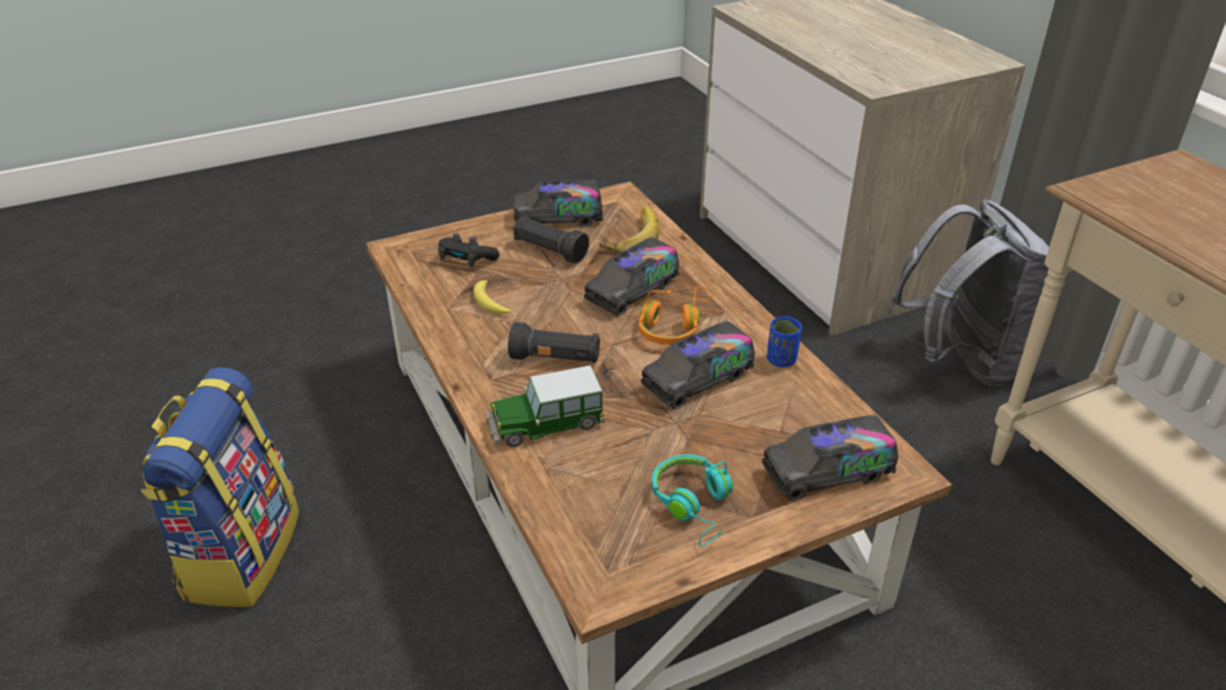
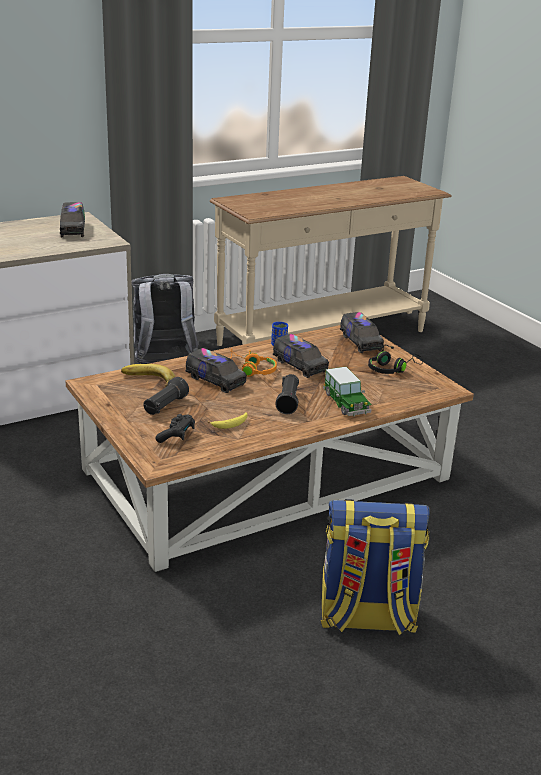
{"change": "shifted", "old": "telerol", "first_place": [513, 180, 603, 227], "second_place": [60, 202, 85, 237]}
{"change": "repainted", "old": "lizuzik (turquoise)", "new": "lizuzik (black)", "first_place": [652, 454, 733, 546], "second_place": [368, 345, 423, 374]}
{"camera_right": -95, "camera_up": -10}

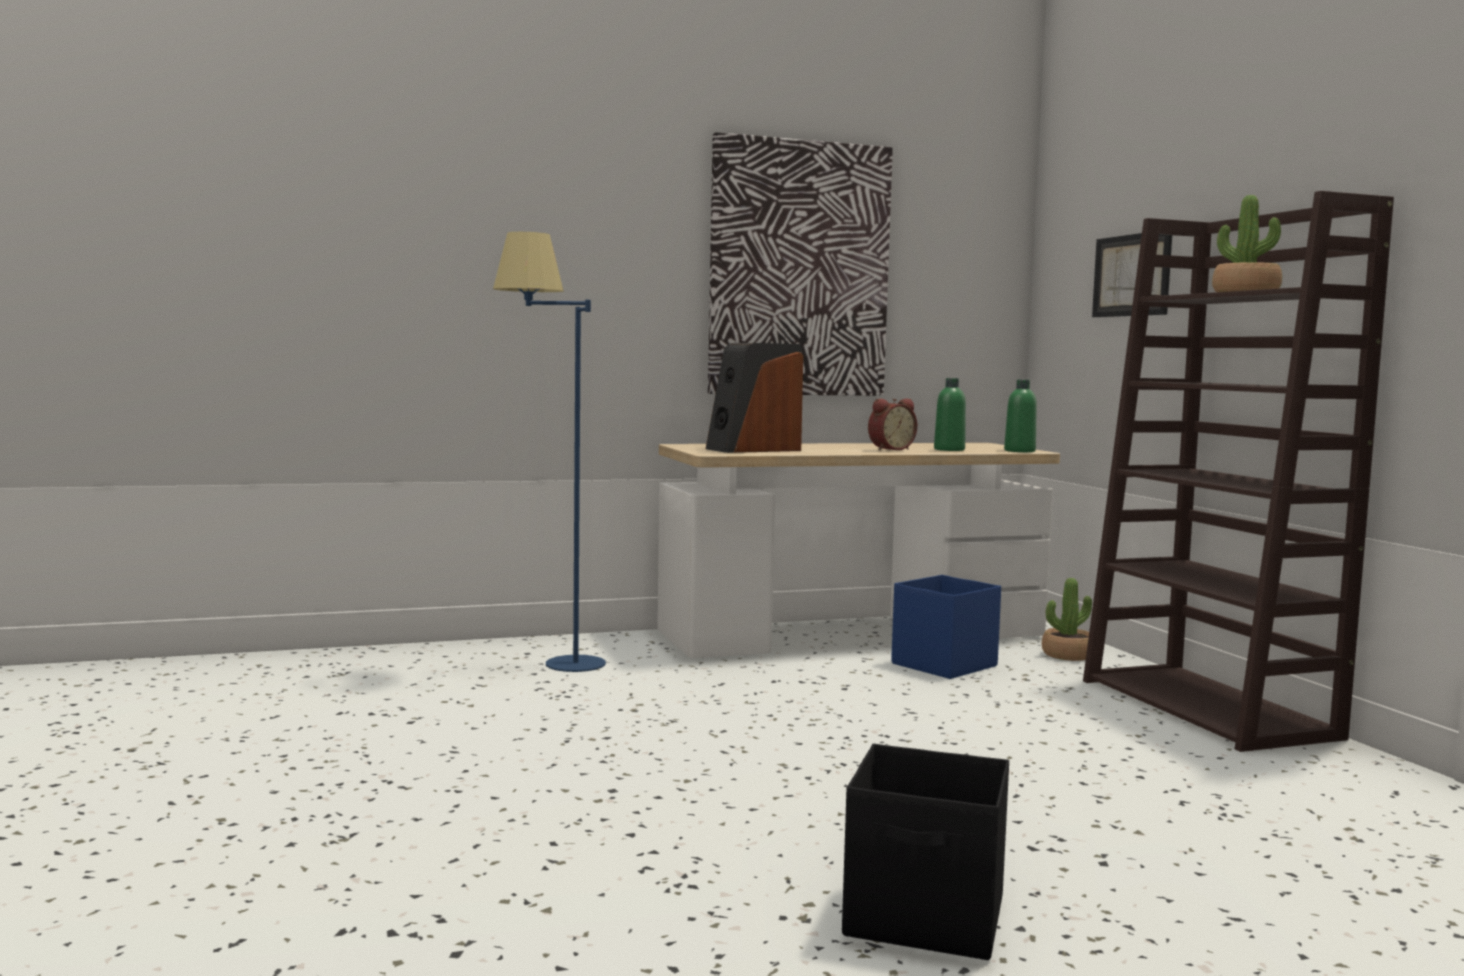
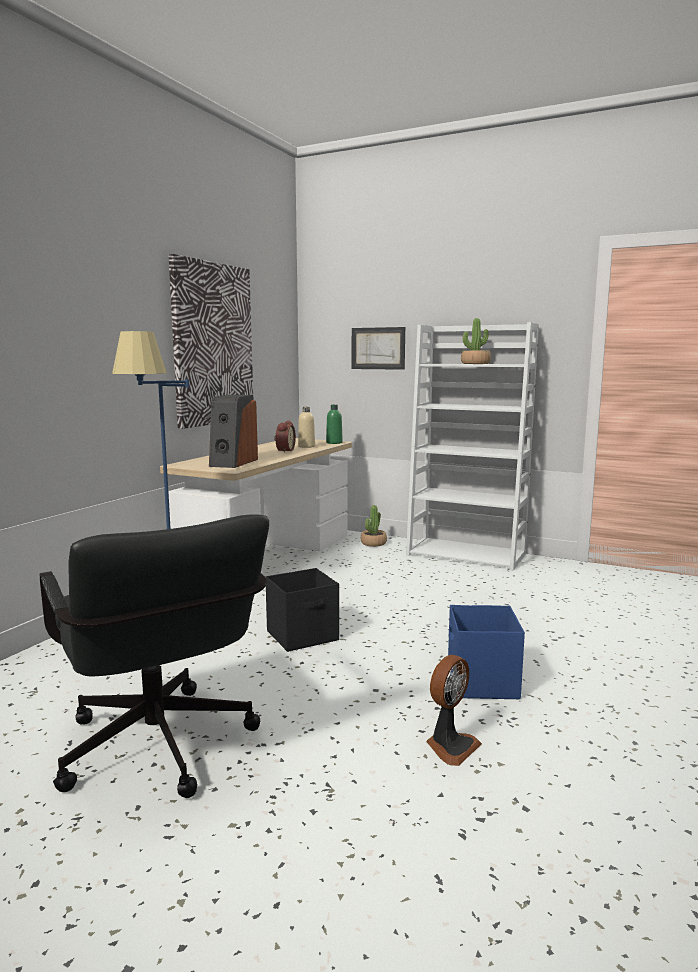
{"change": "new", "new": "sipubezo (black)", "second_place": [40, 514, 269, 798]}
{"change": "new", "new": "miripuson", "second_place": [426, 655, 482, 766]}
{"change": "shifted", "old": "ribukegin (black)", "first_place": [842, 744, 1009, 960], "second_place": [266, 568, 339, 652]}
{"change": "shifted", "old": "ribukegin (blue)", "first_place": [891, 575, 1001, 679], "second_place": [448, 605, 525, 699]}
{"change": "repainted", "old": "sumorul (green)", "new": "sumorul (beige)", "first_place": [934, 378, 966, 451], "second_place": [298, 407, 315, 448]}
{"change": "repainted", "old": "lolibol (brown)", "new": "lolibol (white)", "first_place": [1083, 191, 1394, 752], "second_place": [406, 322, 539, 571]}
{"camera_right": -45, "camera_up": 5}

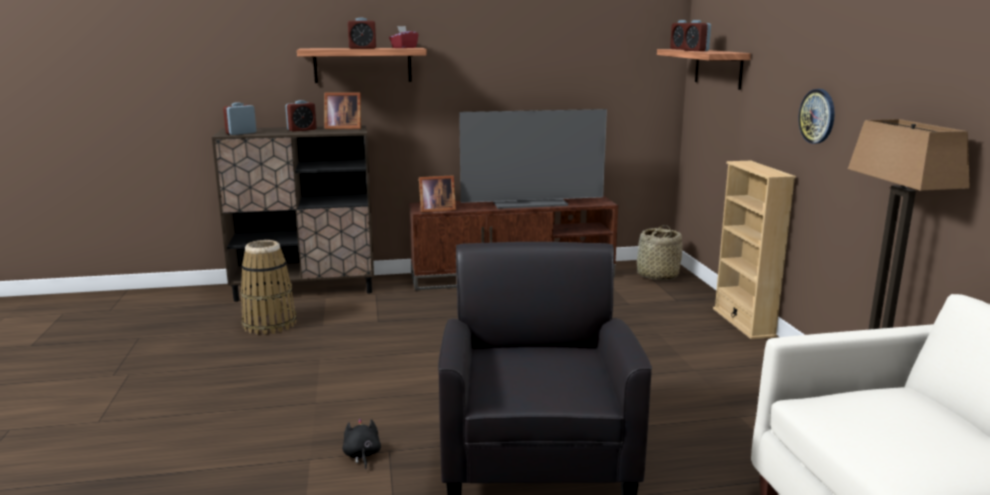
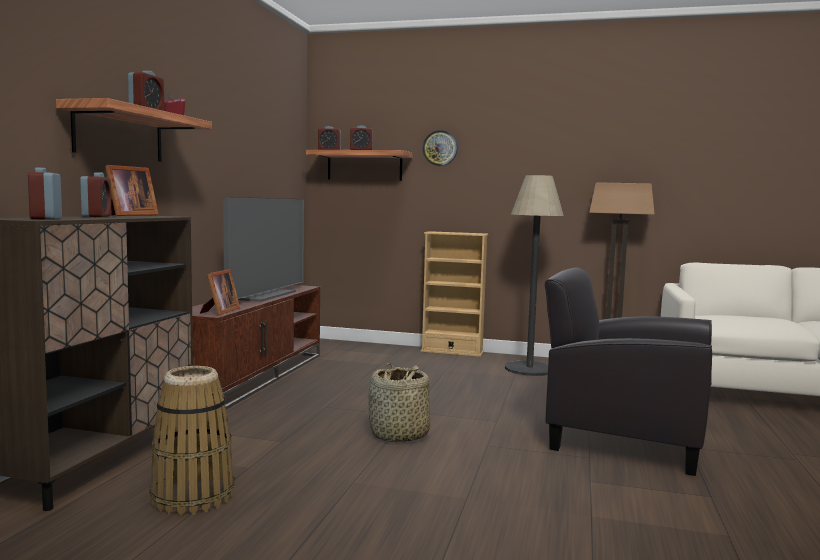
{"change": "gone", "old": "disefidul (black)", "first_place": [342, 419, 381, 469]}
{"change": "new", "new": "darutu", "second_place": [505, 175, 564, 376]}
{"change": "shifted", "old": "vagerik", "first_place": [637, 225, 682, 280], "second_place": [369, 363, 430, 442]}
{"change": "shifted", "old": "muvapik", "first_place": [798, 89, 835, 144], "second_place": [422, 130, 458, 166]}
{"camera_right": -65, "camera_up": -10}

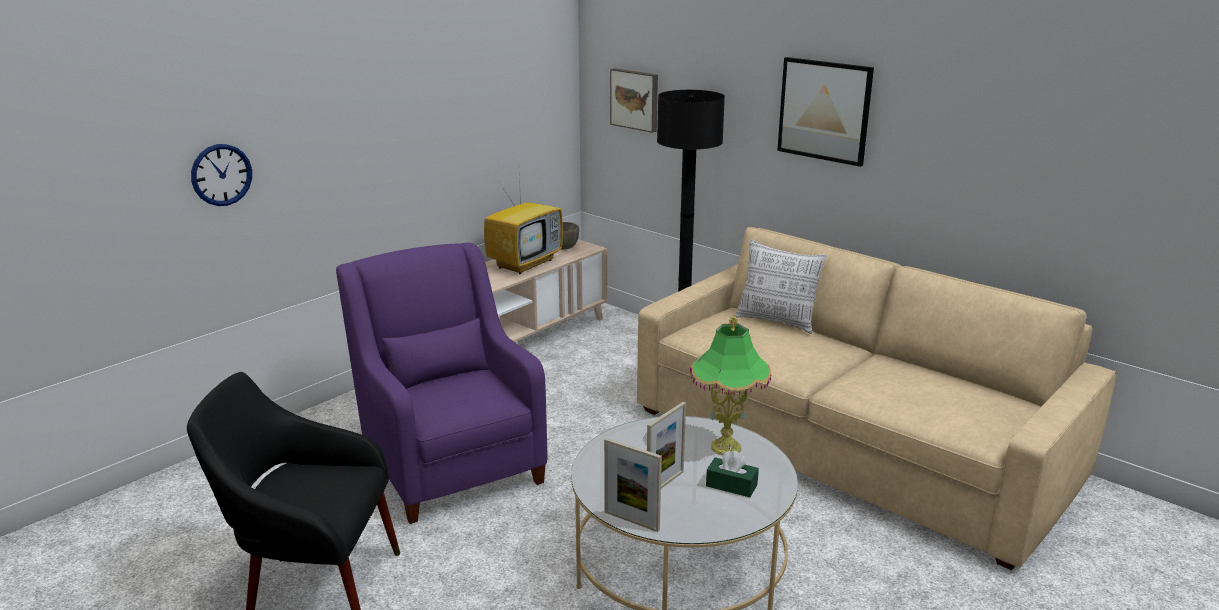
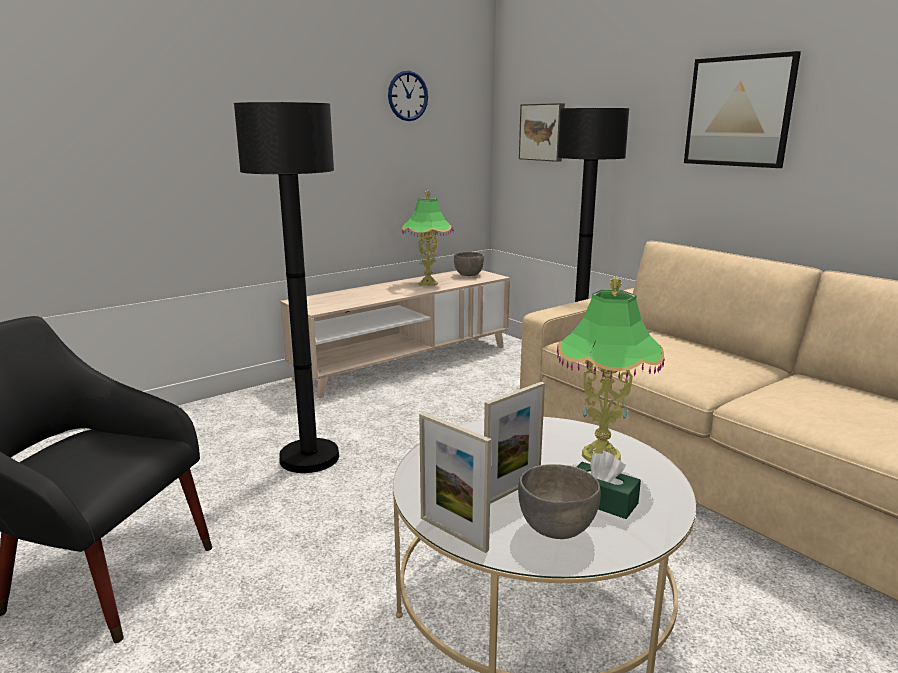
{"change": "gone", "old": "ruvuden", "first_place": [735, 240, 826, 334]}
{"change": "new", "new": "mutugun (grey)", "second_place": [518, 464, 601, 539]}
{"change": "shifted", "old": "muvapik", "first_place": [191, 144, 252, 206], "second_place": [388, 70, 428, 121]}
{"change": "swapped", "old": "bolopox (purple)", "new": "darutu (black)", "first_place": [336, 243, 548, 524], "second_place": [234, 102, 339, 473]}
{"change": "swapped", "old": "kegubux", "new": "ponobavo", "first_place": [484, 173, 563, 274], "second_place": [402, 191, 454, 286]}
{"camera_right": 10, "camera_up": -5}

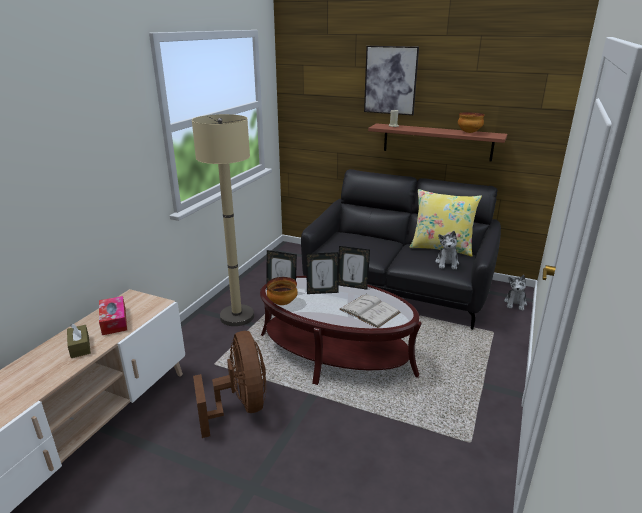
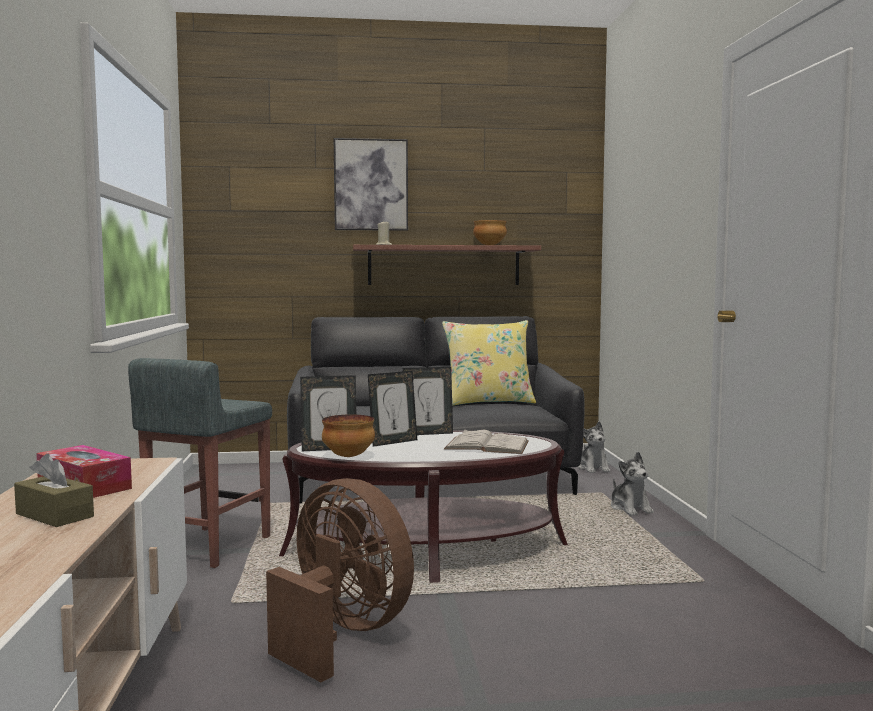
{"change": "shifted", "old": "disefidul", "first_place": [435, 231, 459, 269], "second_place": [611, 452, 654, 516]}
{"change": "swapped", "old": "darutu (beige)", "new": "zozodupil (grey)", "first_place": [192, 114, 254, 326], "second_place": [128, 358, 272, 568]}
{"camera_right": -30, "camera_up": -20}

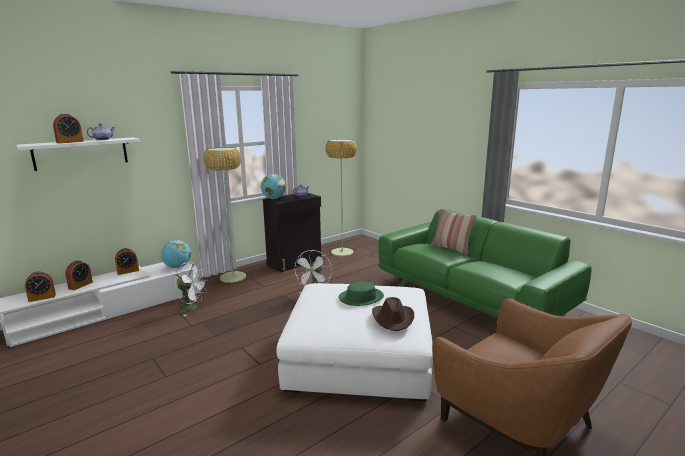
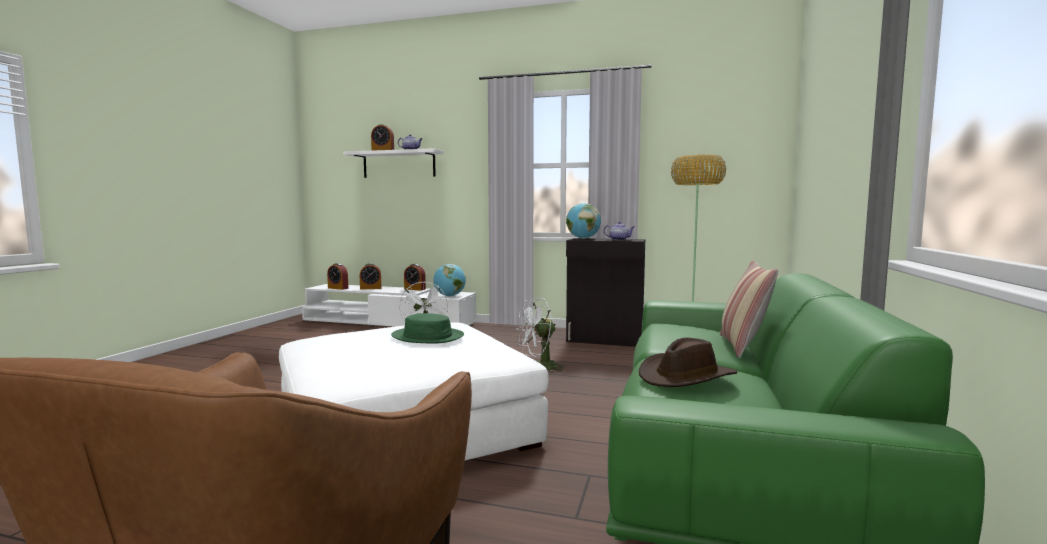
{"change": "gone", "old": "darutu", "first_place": [203, 147, 246, 283]}
{"change": "shifted", "old": "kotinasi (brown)", "first_place": [372, 297, 414, 331], "second_place": [639, 338, 737, 387]}
{"camera_right": 55, "camera_up": -10}

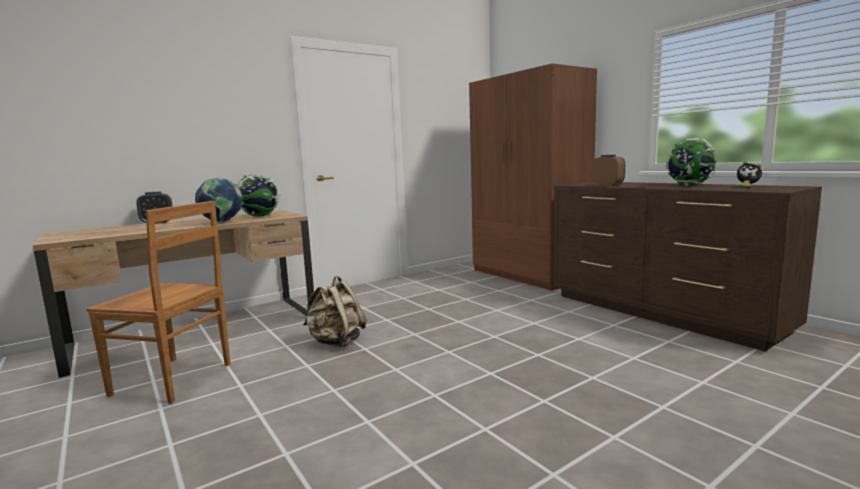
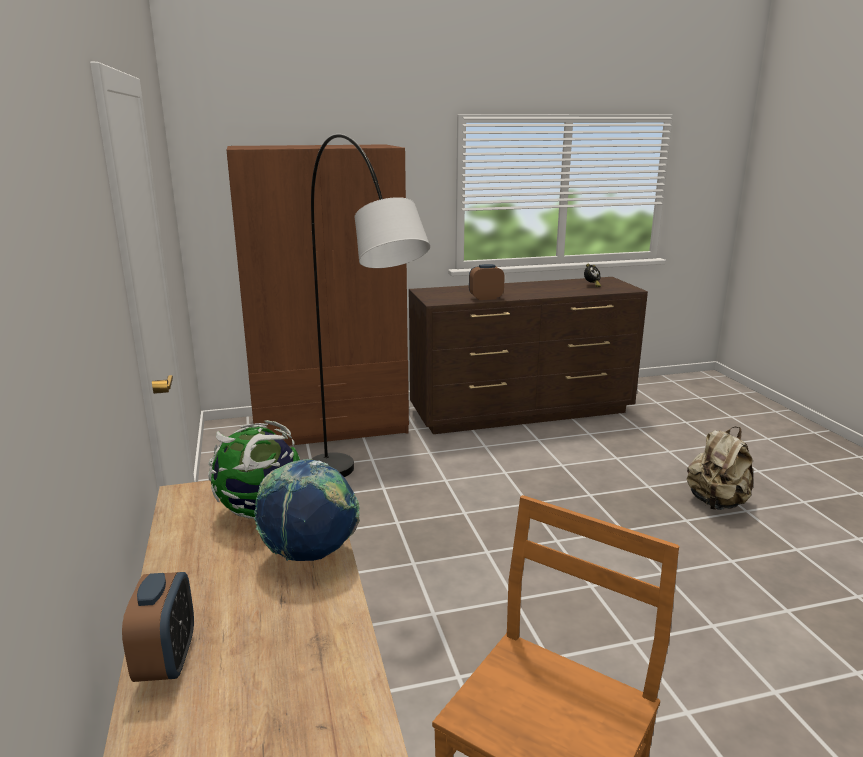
{"change": "gone", "old": "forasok", "first_place": [666, 138, 717, 186]}
{"change": "new", "new": "darutu (grey)", "second_place": [311, 134, 430, 477]}
{"change": "shifted", "old": "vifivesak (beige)", "first_place": [303, 276, 367, 348], "second_place": [687, 427, 753, 510]}
{"camera_right": -70, "camera_up": 10}

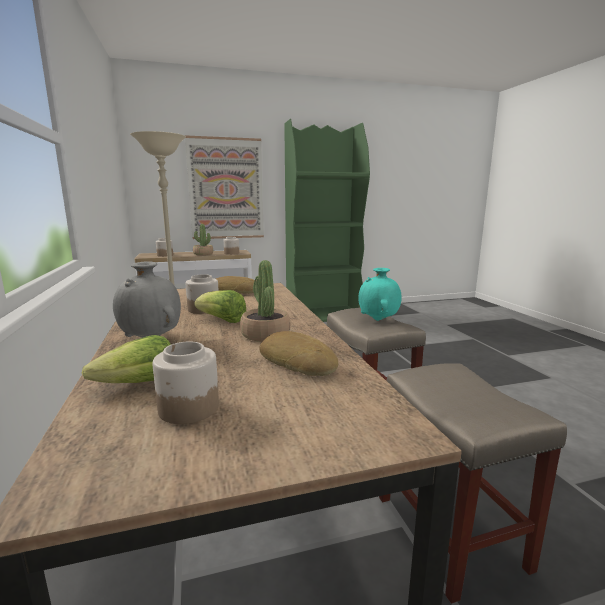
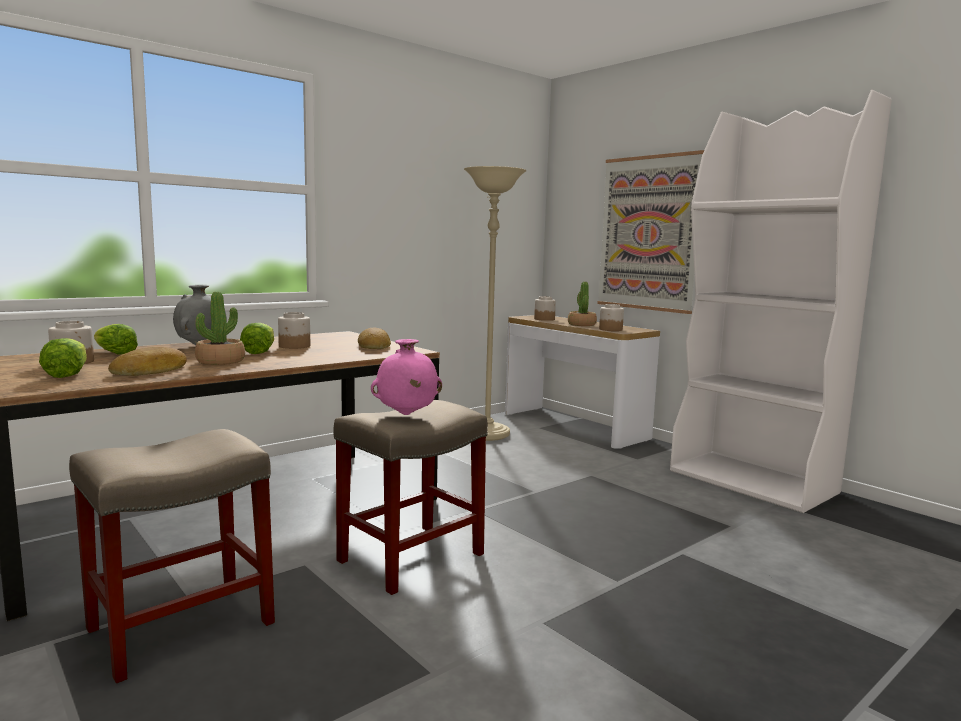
{"change": "new", "new": "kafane", "second_place": [39, 338, 87, 378]}
{"change": "repainted", "old": "lolibol (green)", "new": "lolibol (white)", "first_place": [284, 119, 370, 322], "second_place": [670, 90, 892, 513]}
{"change": "repainted", "old": "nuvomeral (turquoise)", "new": "nuvomeral (pink)", "first_place": [359, 268, 402, 321], "second_place": [371, 339, 442, 415]}
{"camera_right": 65, "camera_up": -5}

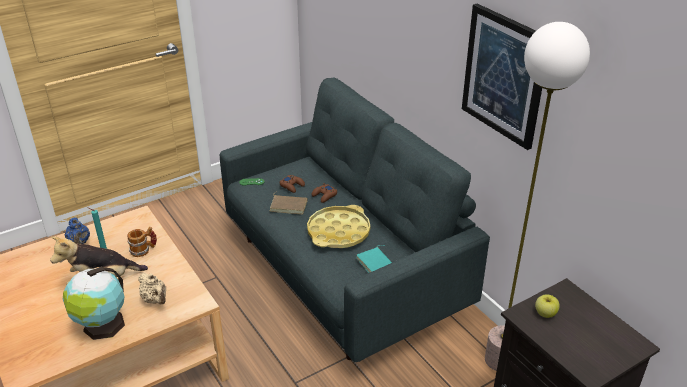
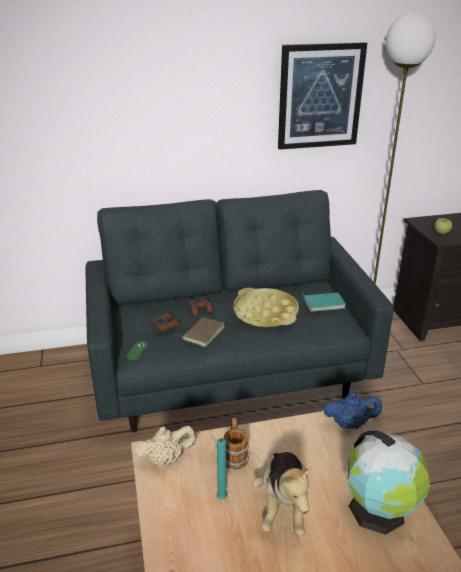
{"change": "shifted", "old": "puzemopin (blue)", "first_place": [65, 218, 90, 244], "second_place": [324, 392, 382, 429]}
{"change": "shifted", "old": "puzemopin (beige)", "first_place": [138, 273, 166, 305], "second_place": [134, 426, 196, 466]}
{"camera_right": -70, "camera_up": -5}

